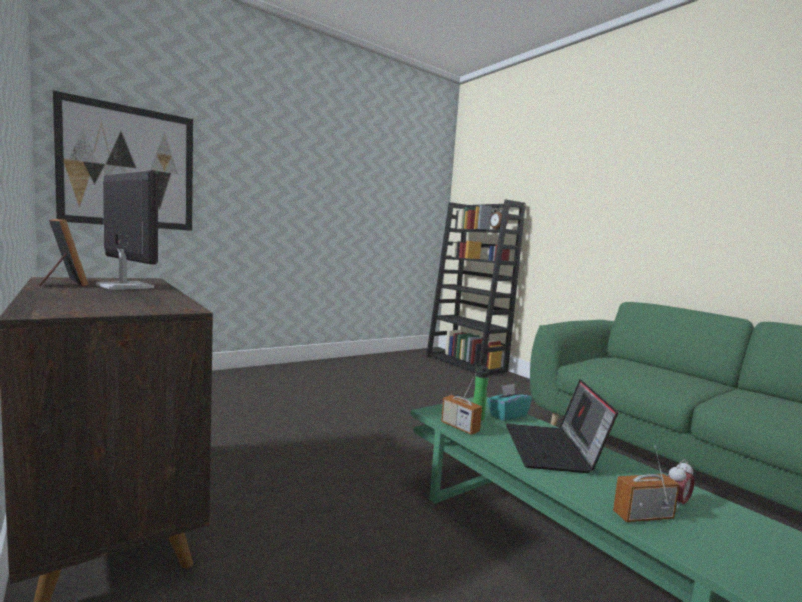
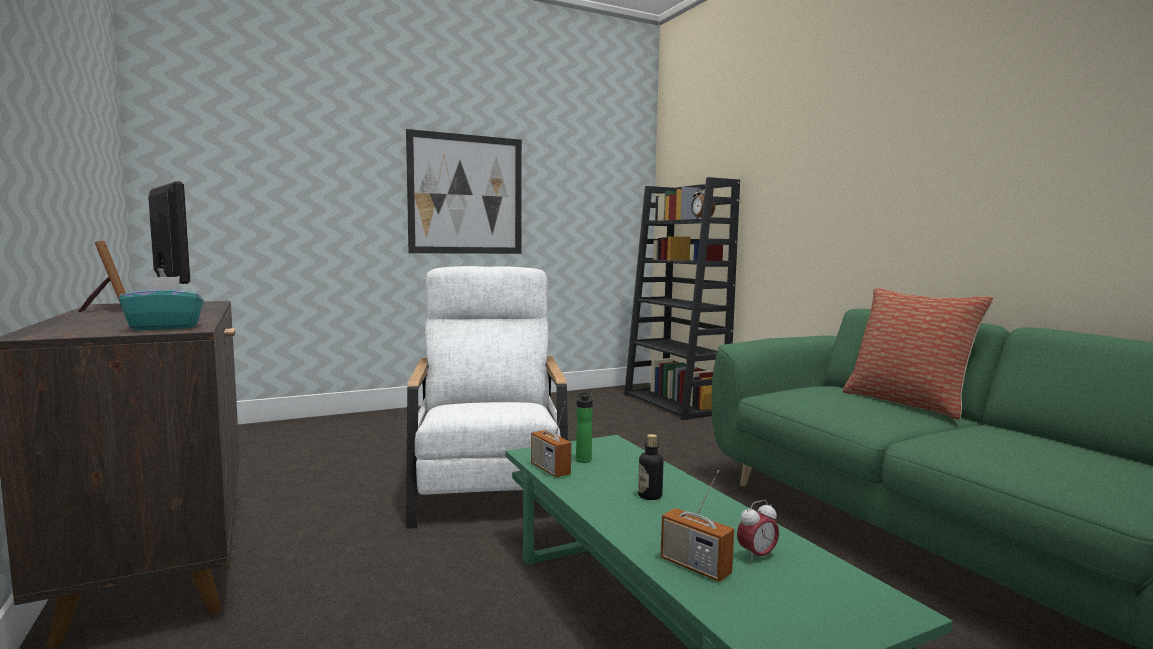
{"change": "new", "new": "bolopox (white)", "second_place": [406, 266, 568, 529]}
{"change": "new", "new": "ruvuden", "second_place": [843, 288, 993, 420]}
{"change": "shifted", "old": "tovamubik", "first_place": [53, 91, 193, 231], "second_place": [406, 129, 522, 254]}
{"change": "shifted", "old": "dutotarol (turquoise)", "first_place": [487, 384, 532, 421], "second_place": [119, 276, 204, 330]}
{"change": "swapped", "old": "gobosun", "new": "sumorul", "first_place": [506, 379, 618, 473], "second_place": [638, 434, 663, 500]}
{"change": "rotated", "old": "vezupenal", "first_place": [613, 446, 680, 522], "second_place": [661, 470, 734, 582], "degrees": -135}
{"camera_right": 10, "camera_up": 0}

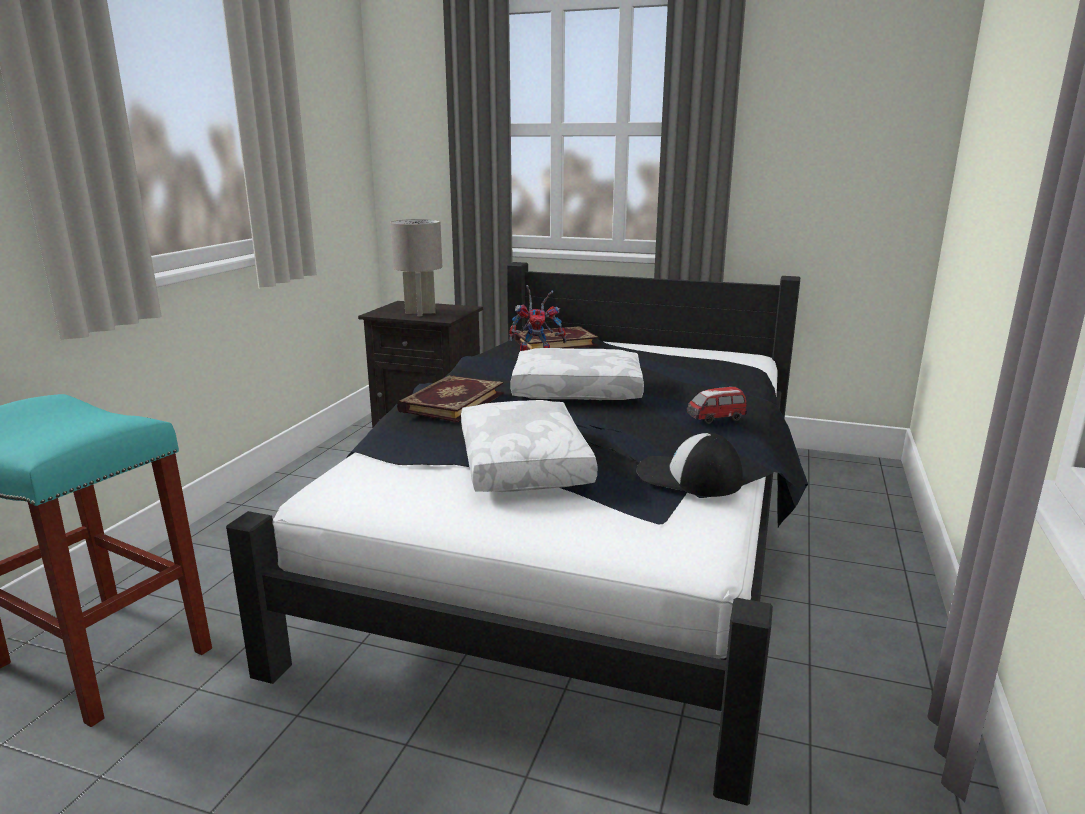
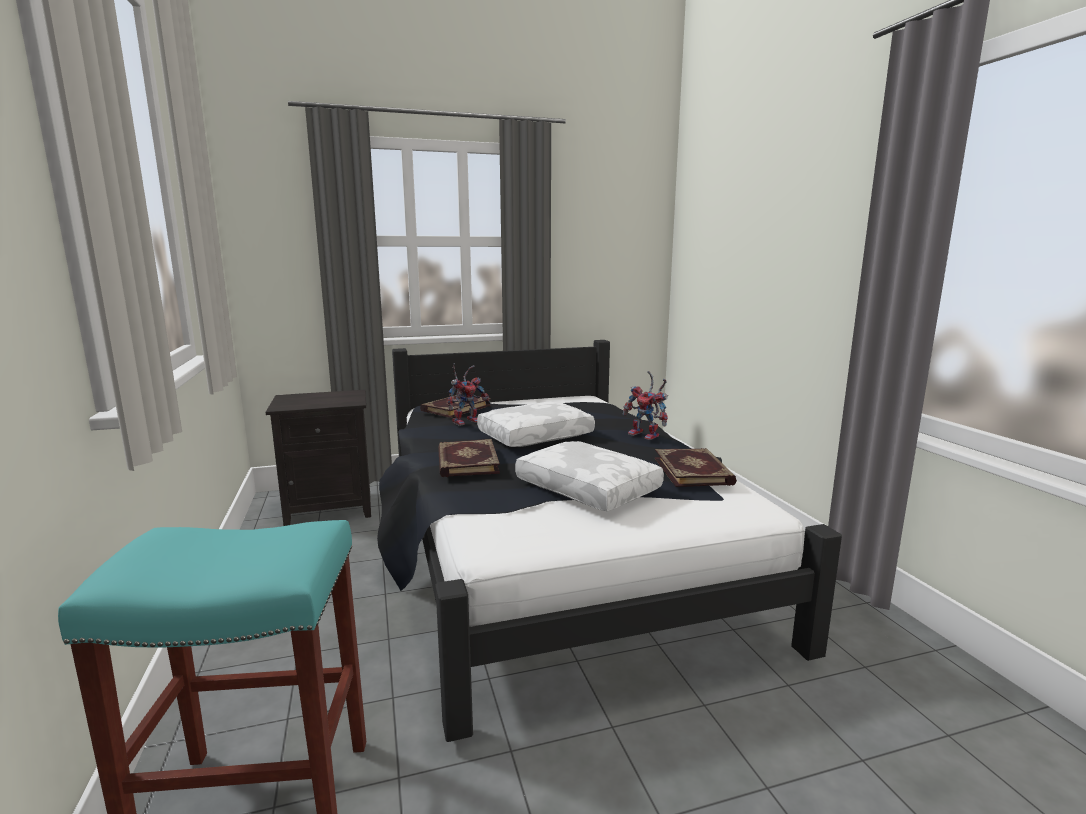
{"change": "gone", "old": "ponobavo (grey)", "first_place": [390, 219, 442, 316]}
{"change": "swapped", "old": "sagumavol", "new": "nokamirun", "first_place": [636, 433, 743, 497], "second_place": [655, 448, 737, 487]}
{"change": "swapped", "old": "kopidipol", "new": "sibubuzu", "first_place": [687, 387, 747, 424], "second_place": [622, 371, 668, 440]}
{"camera_right": -35, "camera_up": -5}

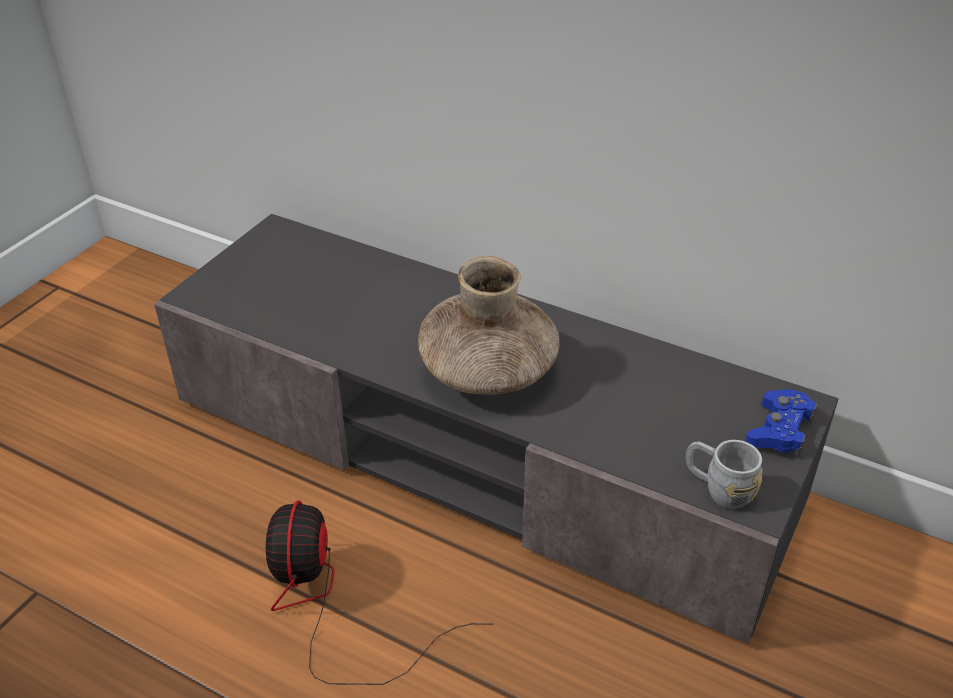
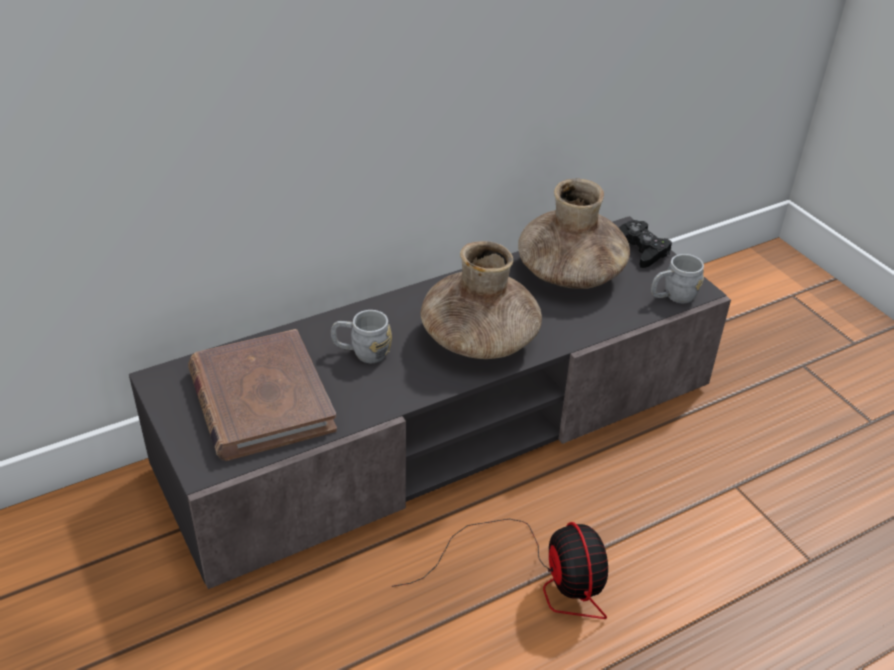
{"change": "new", "new": "nokamirun (brown)", "second_place": [188, 329, 337, 461]}
{"change": "new", "new": "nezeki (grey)", "second_place": [331, 310, 392, 363]}
{"change": "new", "new": "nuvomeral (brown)", "second_place": [518, 179, 630, 289]}
{"change": "repainted", "old": "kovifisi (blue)", "new": "kovifisi (black)", "first_place": [745, 389, 817, 458], "second_place": [619, 220, 672, 268]}
{"change": "rotated", "old": "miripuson", "first_place": [266, 501, 493, 685], "second_place": [392, 519, 608, 619], "degrees": -135}
{"camera_right": -60, "camera_up": 0}

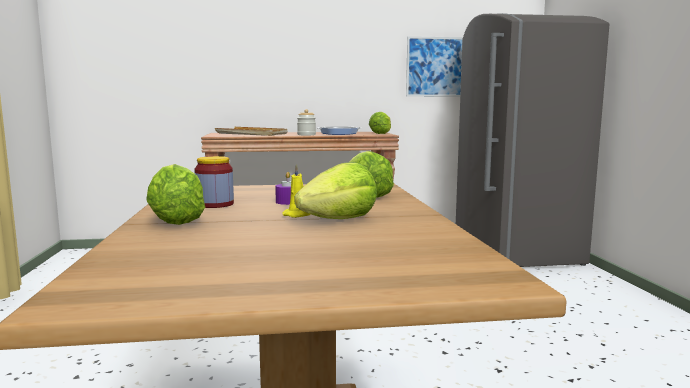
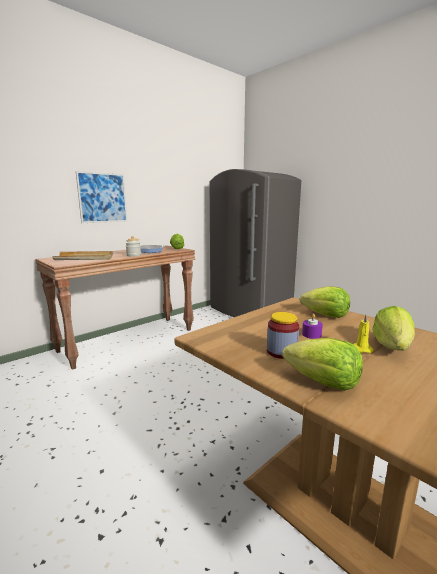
{"change": "shifted", "old": "tovamubik", "first_place": [406, 36, 463, 97], "second_place": [76, 171, 127, 223]}
{"camera_right": -35, "camera_up": 5}

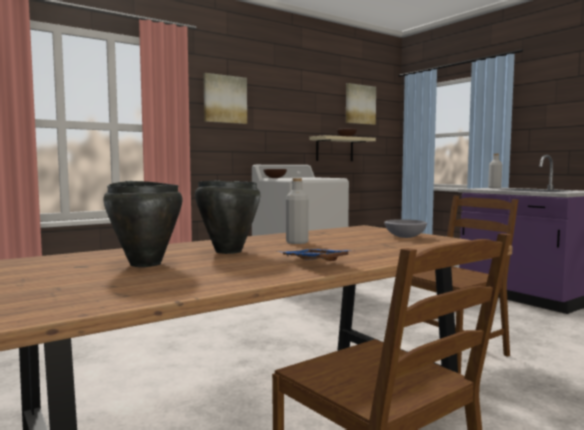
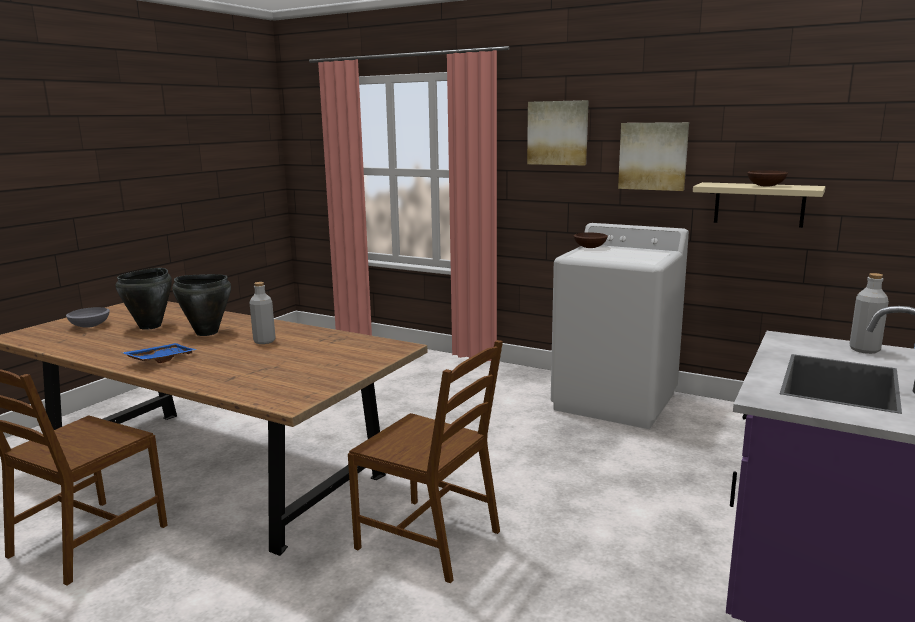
{"change": "shifted", "old": "tovamubik", "first_place": [346, 83, 376, 125], "second_place": [618, 122, 689, 191]}
{"change": "shifted", "old": "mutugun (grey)", "first_place": [384, 219, 427, 238], "second_place": [66, 307, 110, 328]}
{"camera_right": 65, "camera_up": 10}

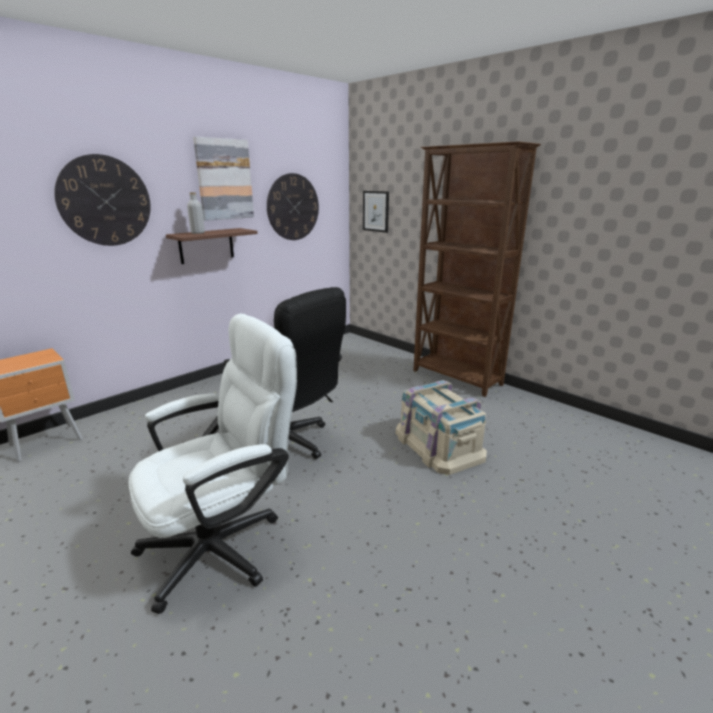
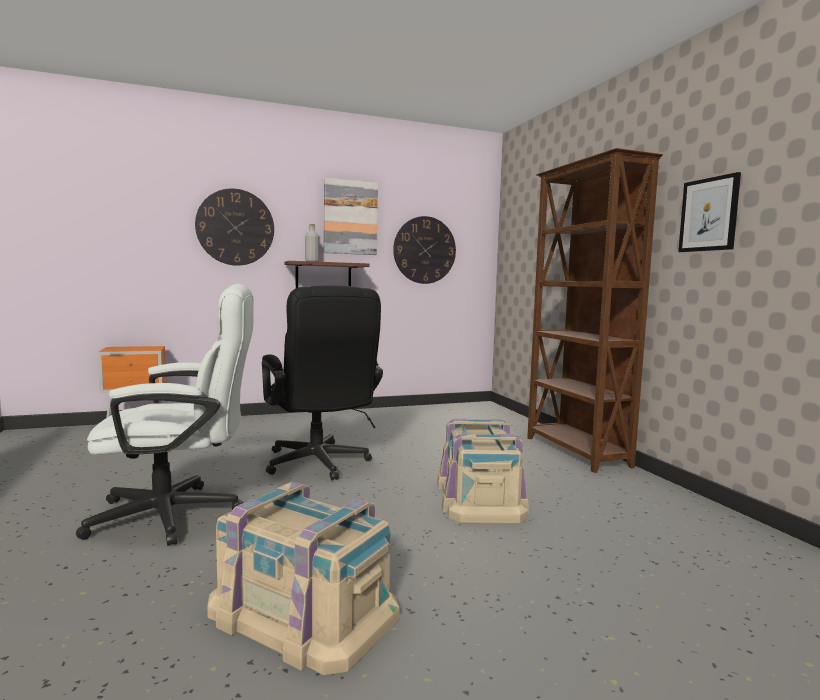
{"change": "new", "new": "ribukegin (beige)", "second_place": [207, 482, 400, 675]}
{"change": "shifted", "old": "tovamubik", "first_place": [363, 191, 389, 233], "second_place": [678, 172, 741, 252]}
{"camera_right": 25, "camera_up": -15}

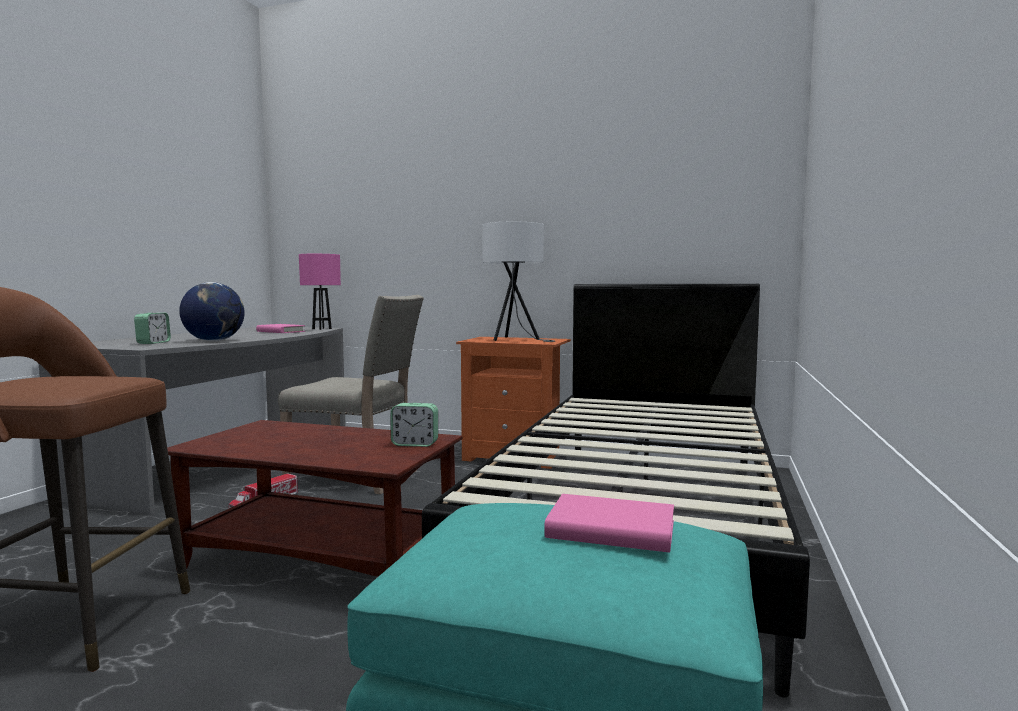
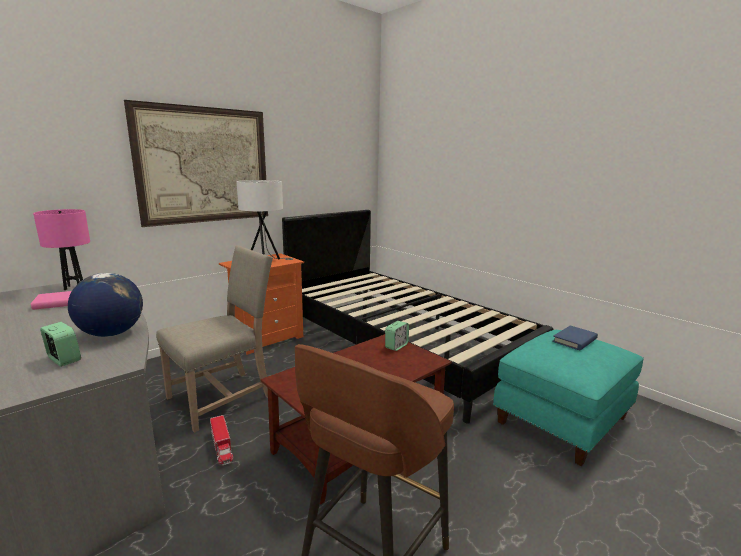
{"change": "new", "new": "tovamubik", "second_place": [124, 100, 268, 227]}
{"change": "repainted", "old": "nokamirun (pink)", "new": "nokamirun (blue)", "first_place": [544, 494, 674, 552], "second_place": [552, 325, 598, 351]}
{"camera_right": -60, "camera_up": 10}

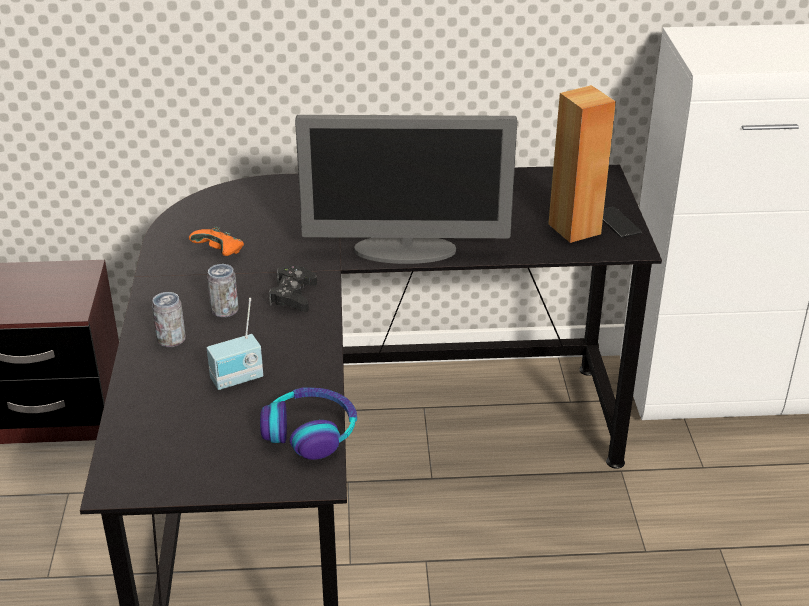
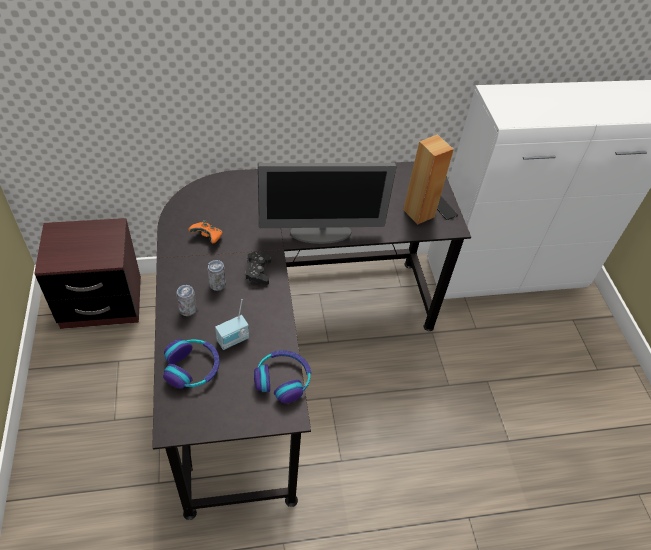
{"change": "new", "new": "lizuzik", "second_place": [163, 339, 219, 389]}
{"camera_right": -10, "camera_up": 15}

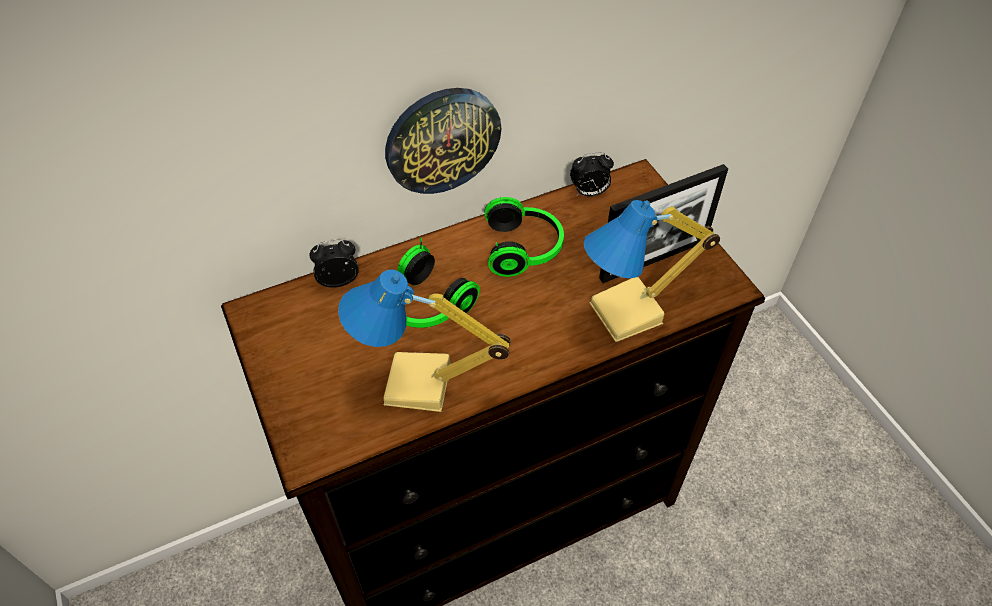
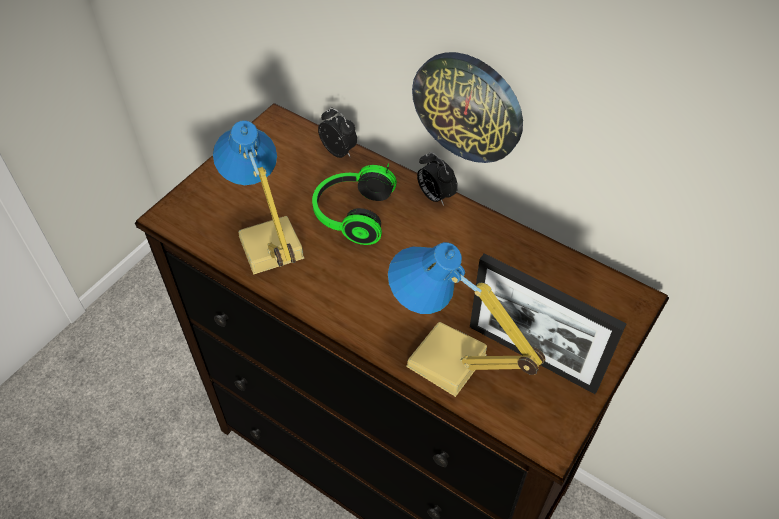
{"change": "gone", "old": "lizuzik", "first_place": [485, 197, 564, 277]}
{"change": "shifted", "old": "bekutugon", "first_place": [570, 152, 614, 197], "second_place": [417, 152, 458, 206]}
{"camera_right": 60, "camera_up": 0}

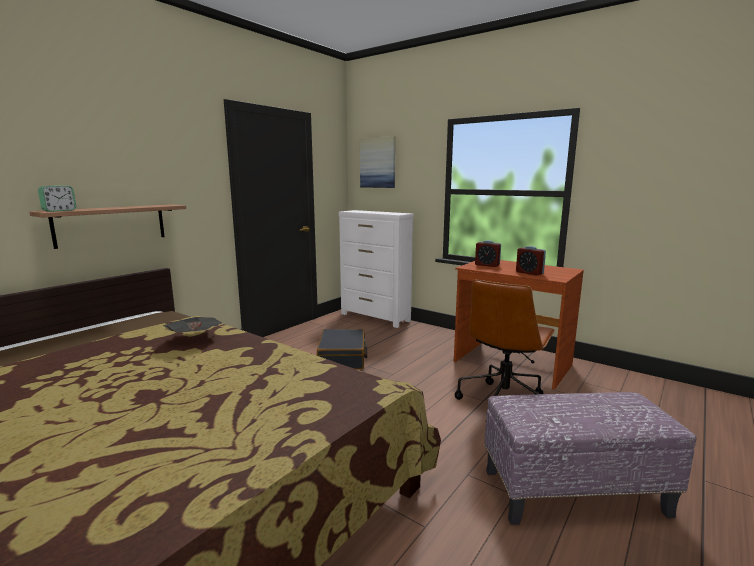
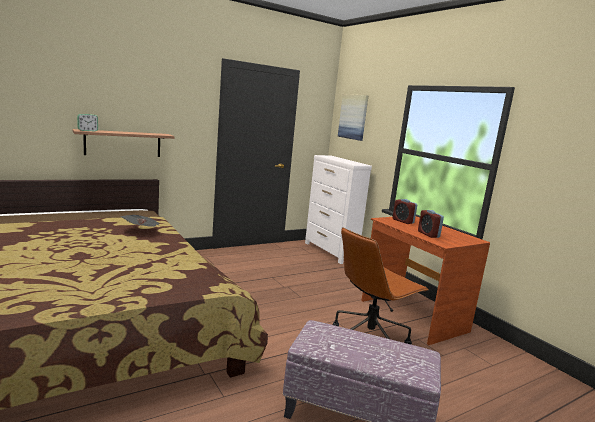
{"change": "gone", "old": "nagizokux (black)", "first_place": [317, 329, 368, 369]}
{"camera_right": 20, "camera_up": 0}

